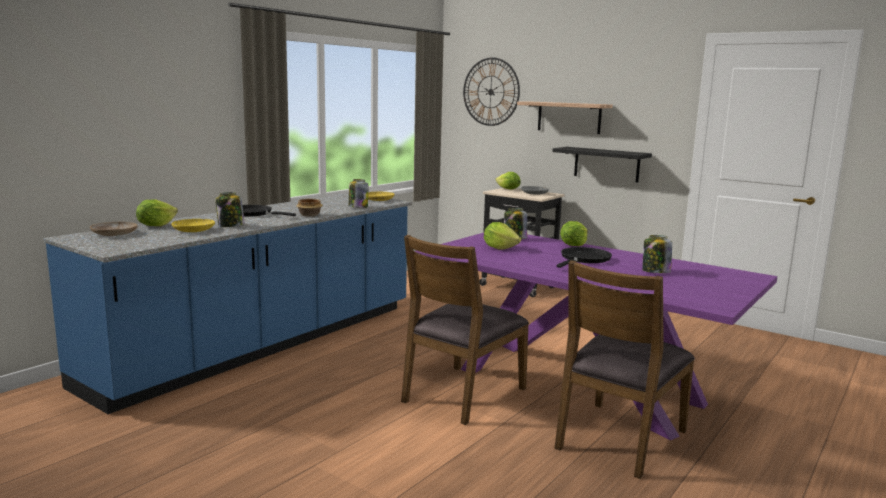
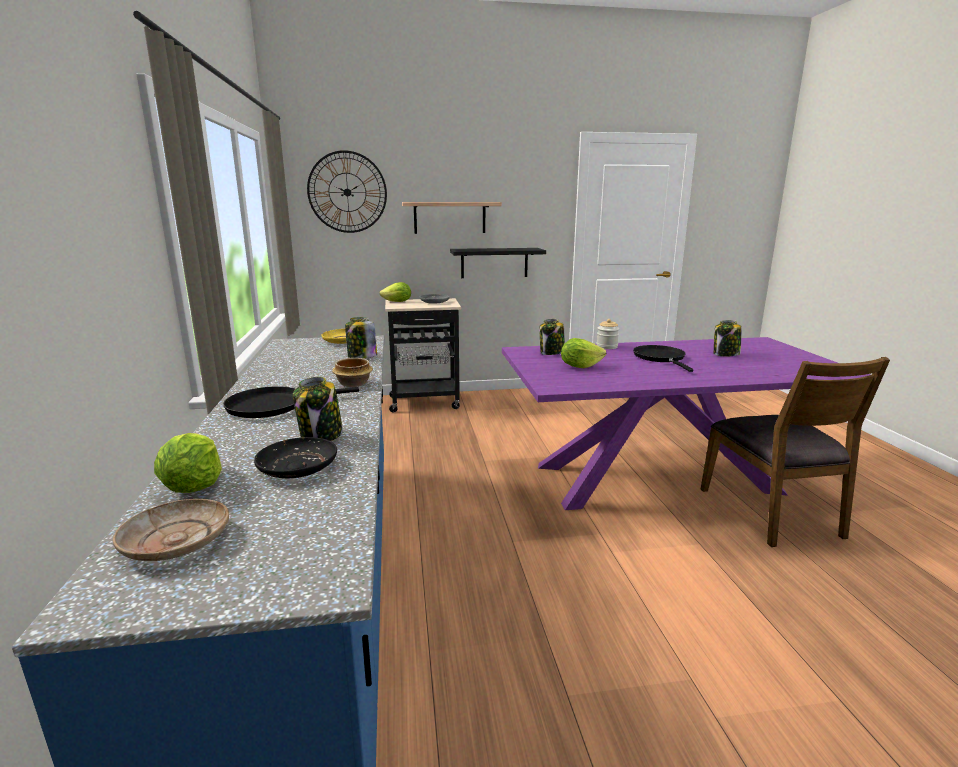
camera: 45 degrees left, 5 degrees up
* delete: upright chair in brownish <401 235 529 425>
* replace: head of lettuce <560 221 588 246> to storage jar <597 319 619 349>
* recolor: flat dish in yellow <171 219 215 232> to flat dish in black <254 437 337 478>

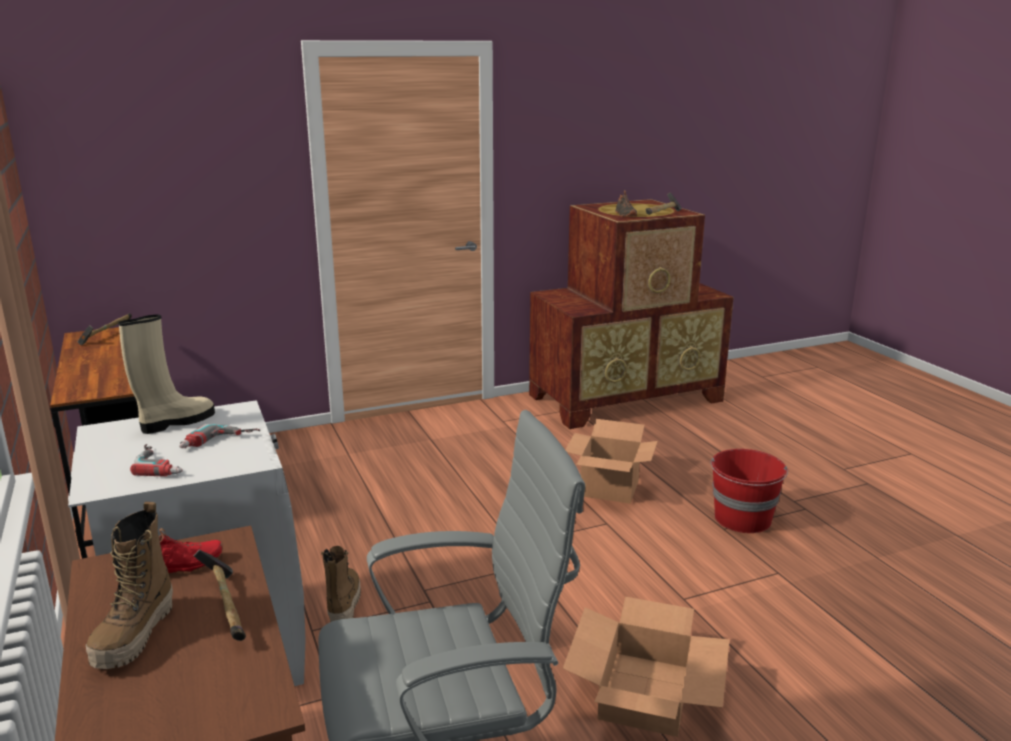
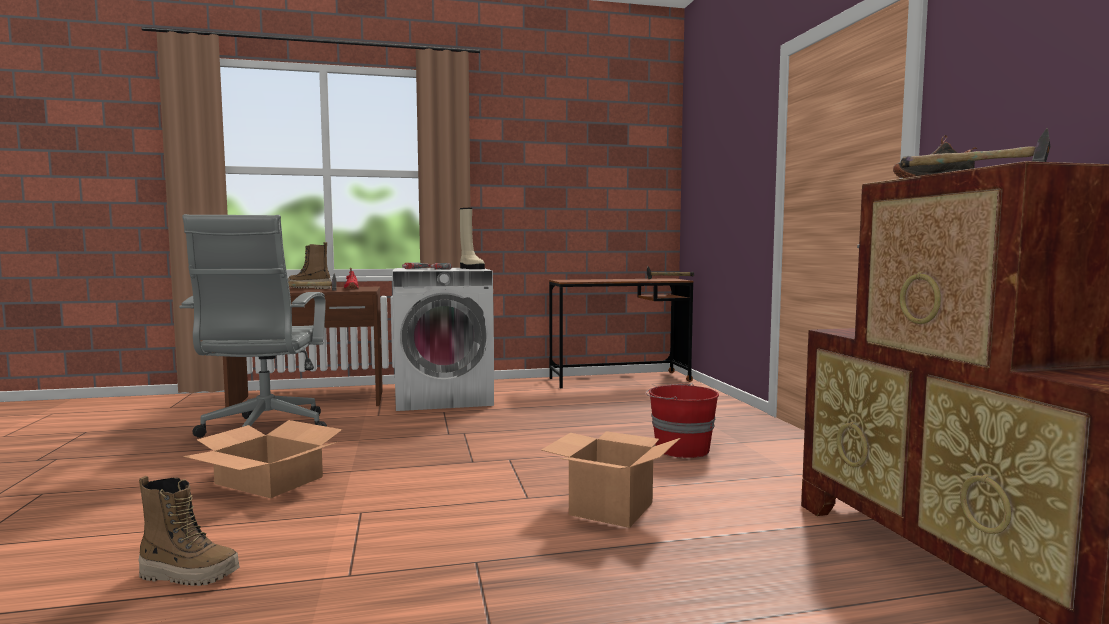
camera: 100 degrees right, 15 degrees down
* move: tall boot <321 546 361 622> to <138 476 240 586>
* move: pail in reddish <711 449 788 533> to <646 383 719 458>

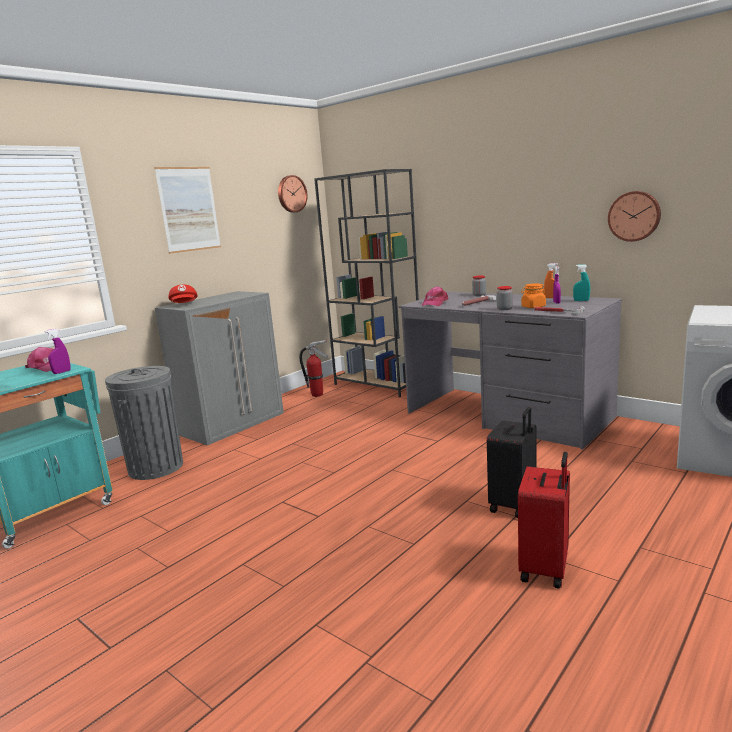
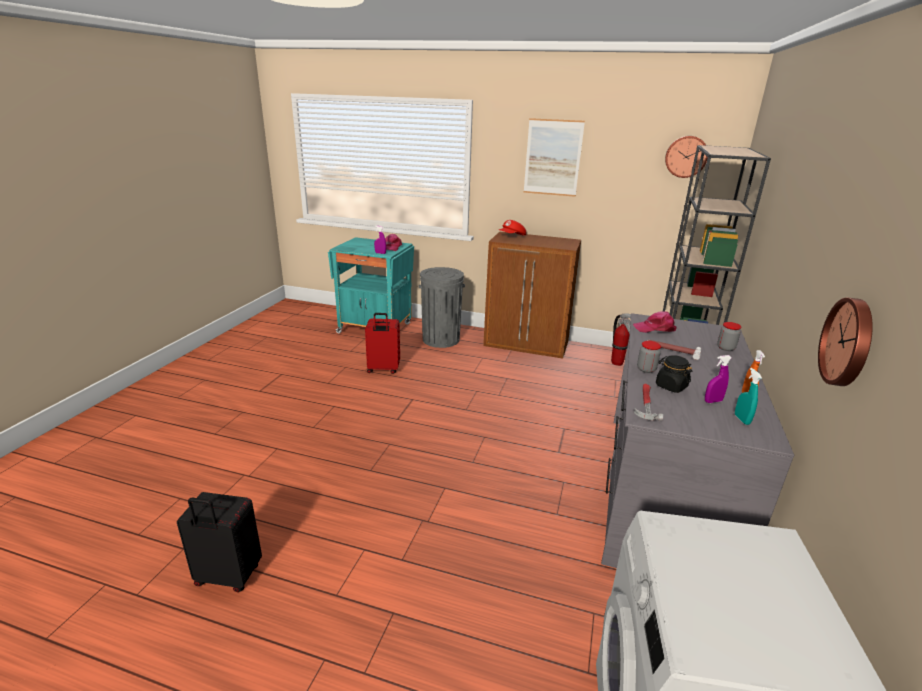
camera: 65 degrees right, 10 degrees up
* move: suitcase in black <487 407 536 518> to <177 492 262 592>
* move: suitcase in reddish <518 452 570 589> to <365 313 400 374>
* recolor: storage cabinet in greyish <155 291 284 445> to storage cabinet in brownish <483 232 581 359>
* recolor: storage jar in orange-coloured <521 284 546 308> to storage jar in black <656 355 692 393>

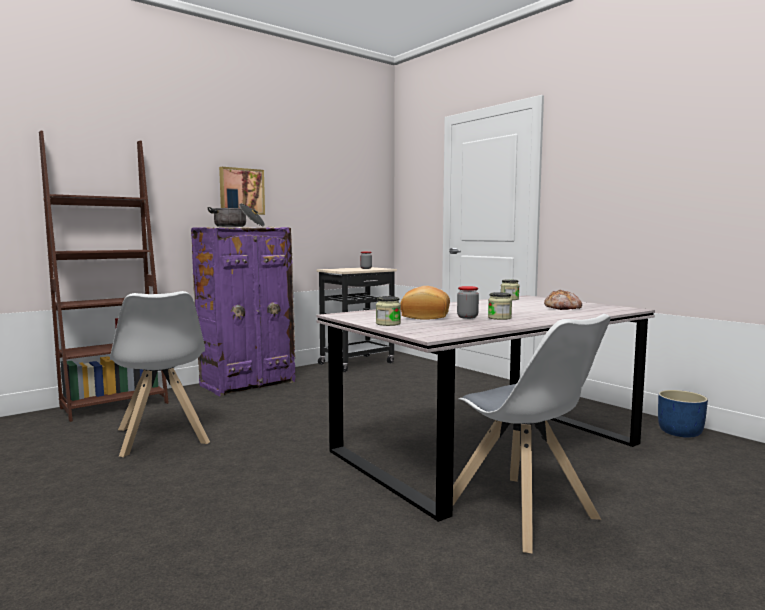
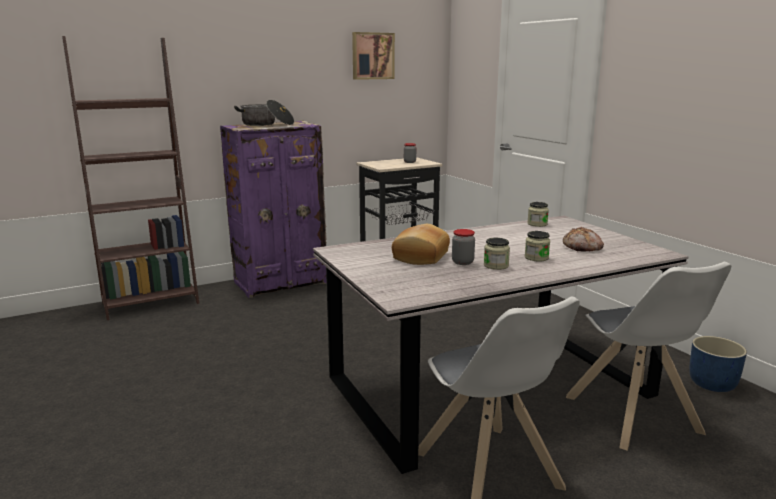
camera: 10 degrees right, 10 degrees up
* move: upright chair <110 291 210 457> to <566 262 731 450>
* move: picture <219 167 265 215> to <352 32 395 80>
* move: storage jar <376 296 401 326> to <525 231 550 261>

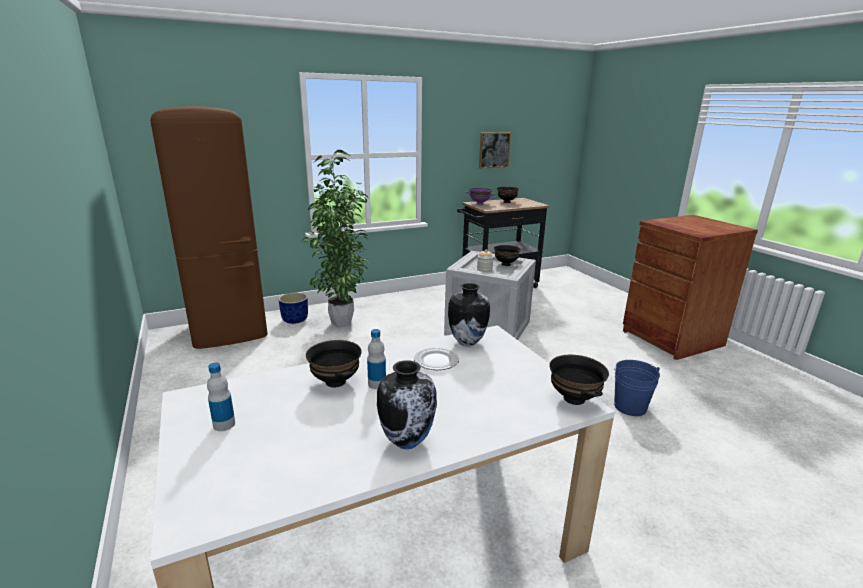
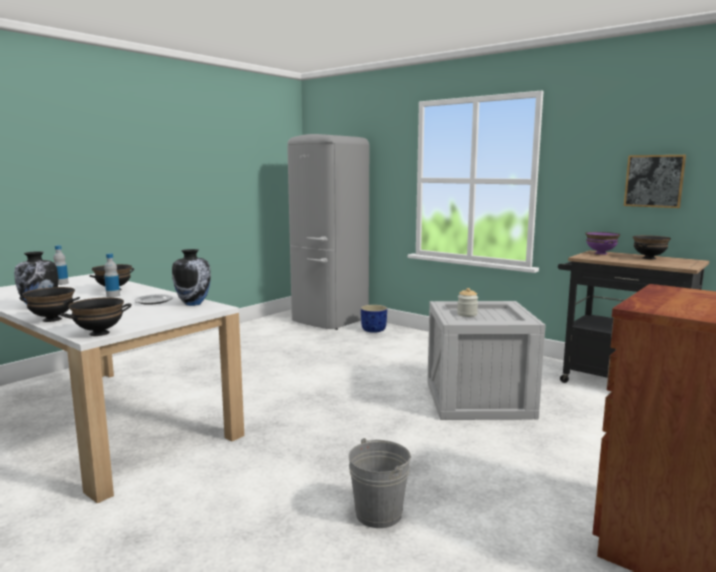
camera: 65 degrees right, 10 degrees down
* delete: plant in a pot <302 150 371 328>
* move: serving bowl in black <494 245 521 266> to <20 287 80 322>
* recolor: fridge in brownish <150 106 268 349> to fridge in greyish <287 134 369 330>
* recolor: pail in bluish <614 360 660 416> to pail in greyish <348 438 411 528>

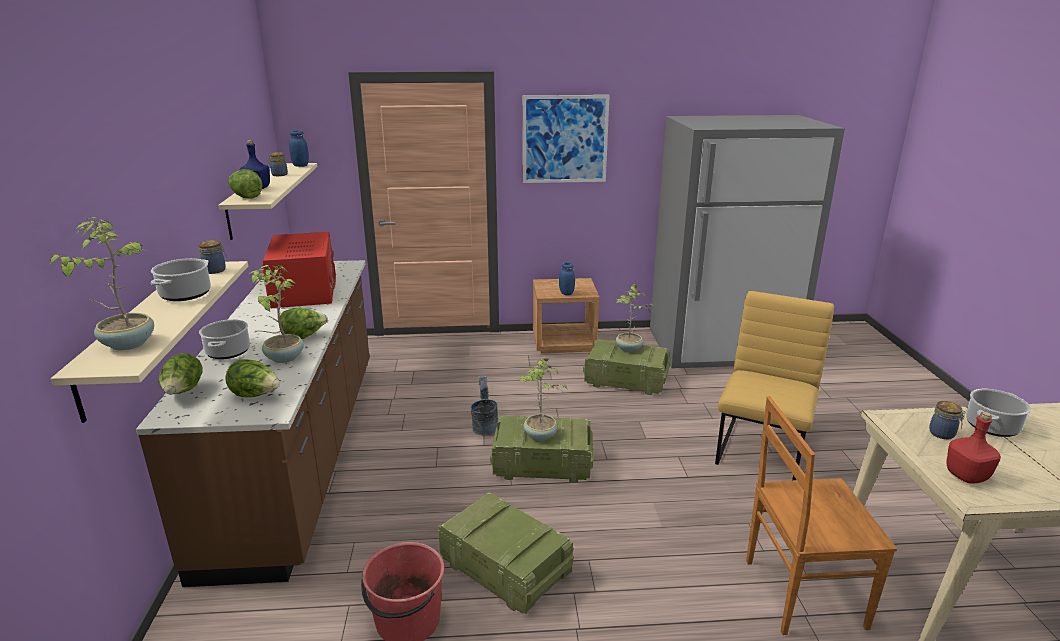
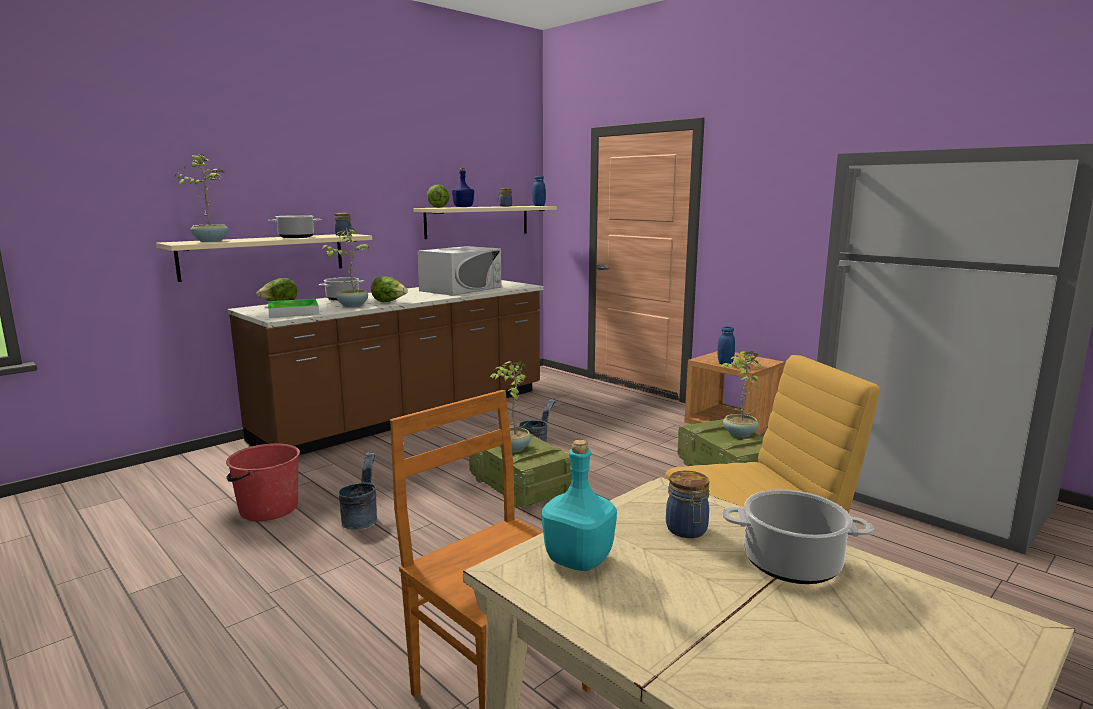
camera: 50 degrees right, 10 degrees down
* delete: picture <523 95 610 183>
* replace: head of lettuce <225 360 280 397> to carrying tray <268 299 319 318>
* replace: crate <438 492 573 614> to pail in greyish <338 452 377 530>
* recolor: microwave oven in reddish <262 232 336 308> to microwave oven in whitish <417 246 501 296>
* recolor: beverage bottle in reddish <946 412 1001 483> to beverage bottle in turquoise <542 440 617 571>

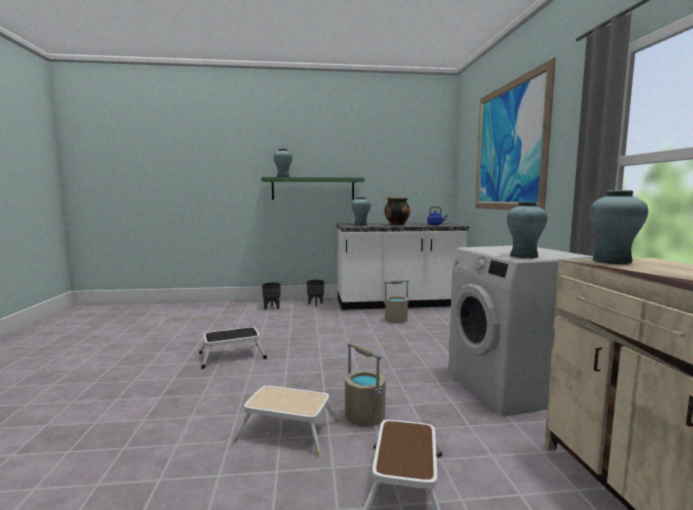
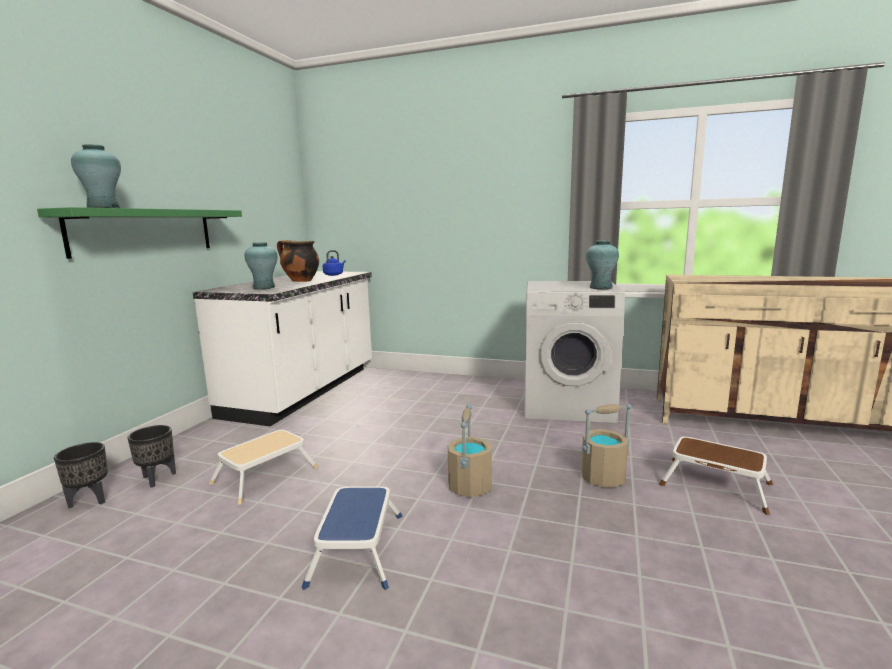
camera: 65 degrees left, 5 degrees up
* delete: picture <475 57 556 210>
* delete: flower vase in turquoise <589 190 648 264>
* move: step stool in sand-coloured <232 386 340 458> to <209 430 319 505>
* move: plant pot in black <307 280 324 307> to <54 442 108 509>
* move: pail in sand-coloured <384 279 409 323> to <448 404 491 497>
* recolor: step stool in black <199 327 267 369> to step stool in bluish <302 486 402 590>

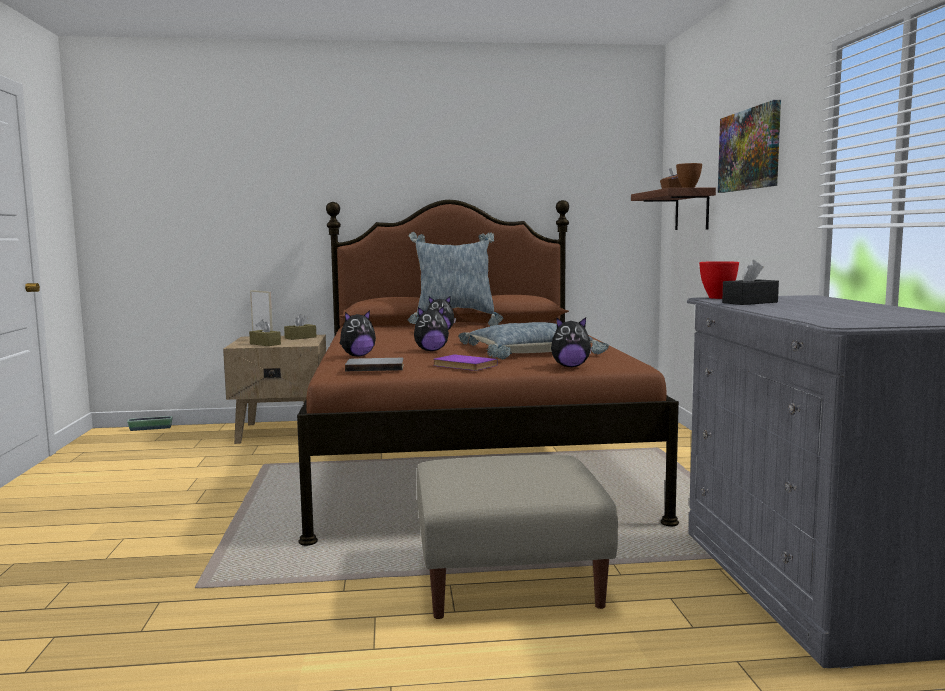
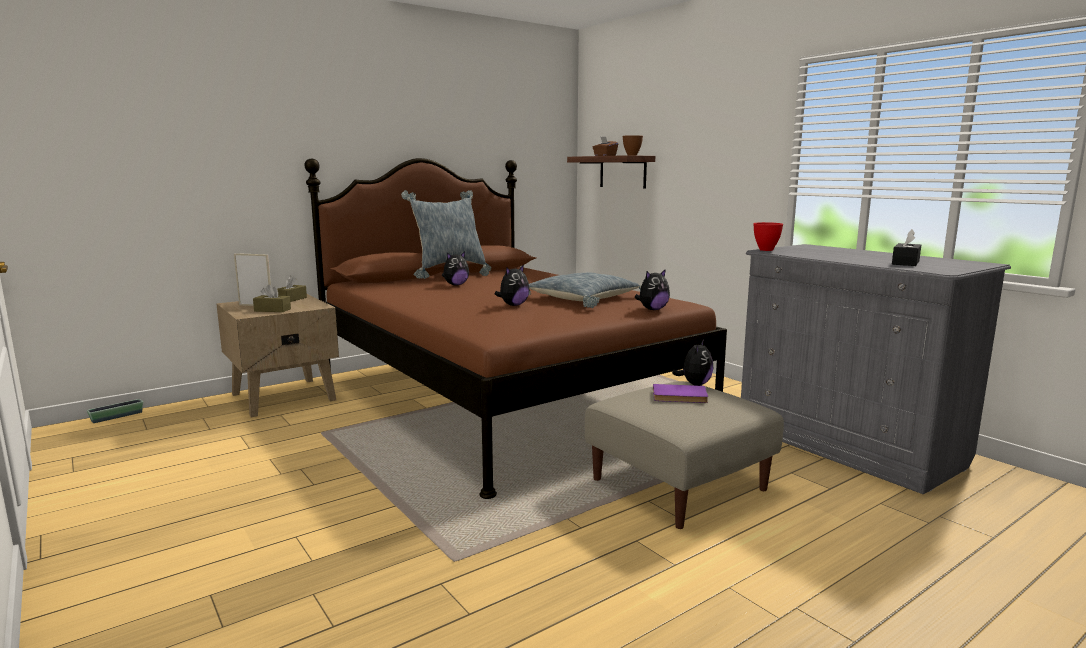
camera: 30 degrees left, 5 degrees up
* delete: bound book in greyish <345 358 404 371>
* delete: picture <718 100 781 193>
* move: soft toy <340 310 376 357> to <672 340 713 386>
* move: bound book in purplish <433 354 498 371> to <653 384 708 403>
* move: tissue holder in black <722 260 779 305> to <892 229 921 266>

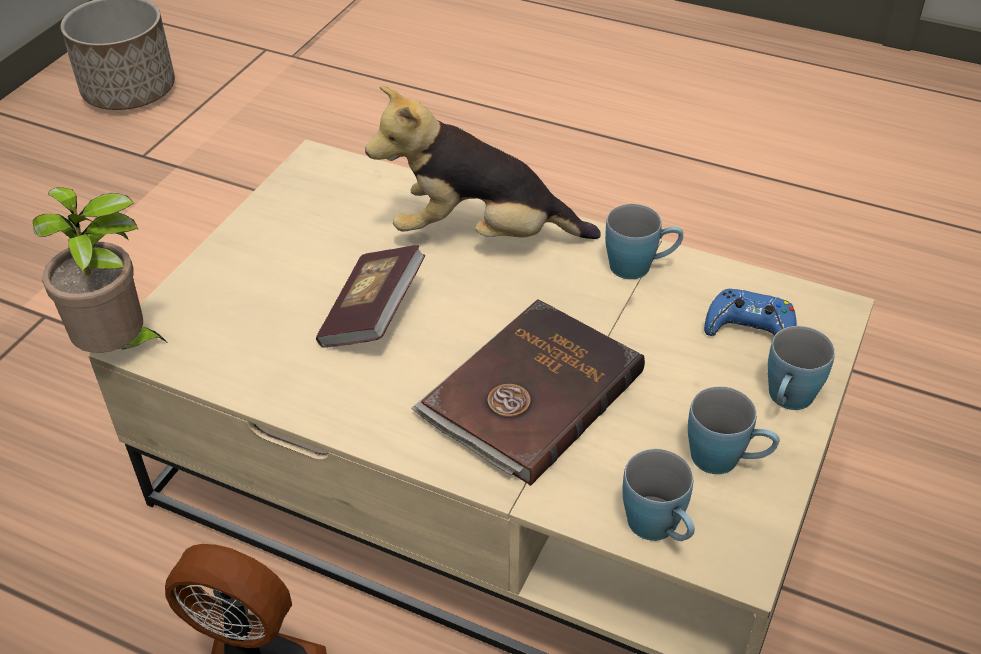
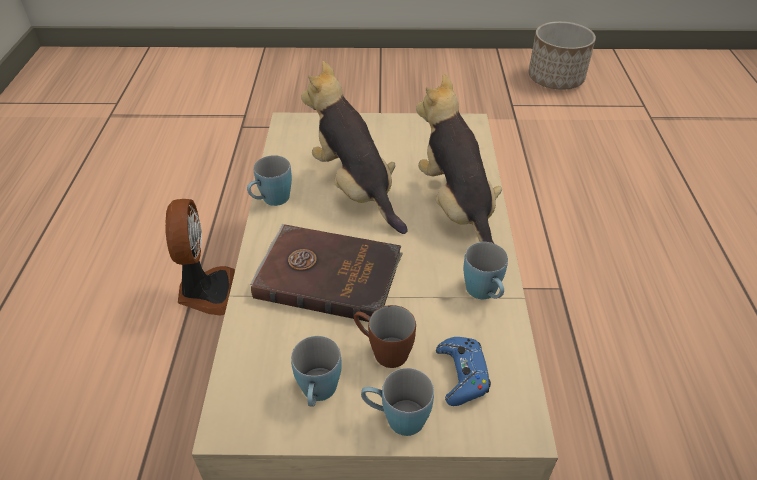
camera: 65 degrees right, 0 degrees up
* delete: plant in a pot <33 187 169 353>
* insert: tea mug in brownish <354 305 416 368>
* move: tea mug in bluish <622 449 695 541> to <247 155 292 206>
* replace: bound book <316 245 425 348> to soft toy <301 61 408 234>

